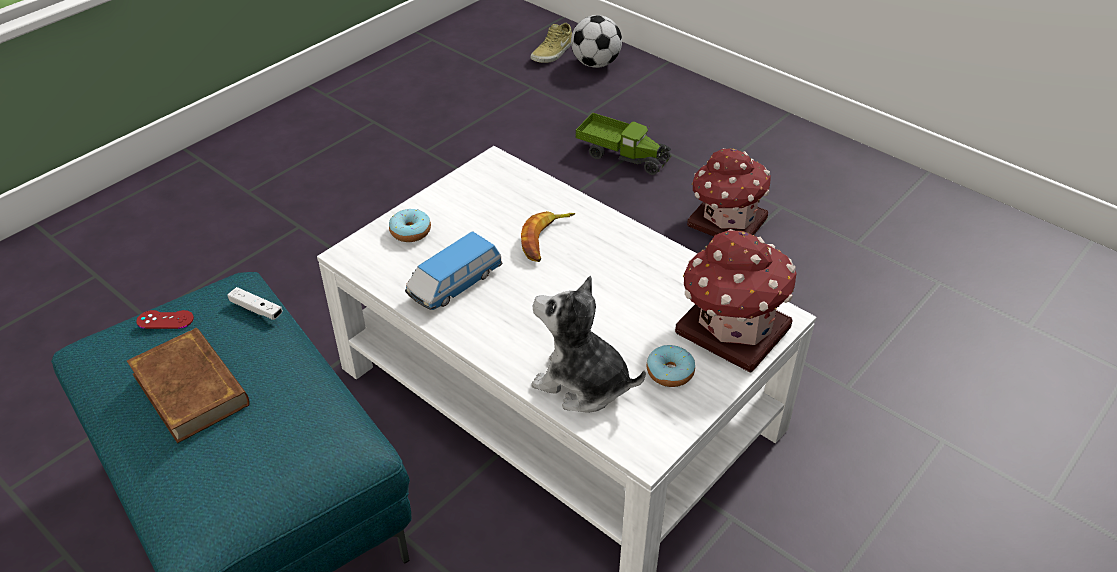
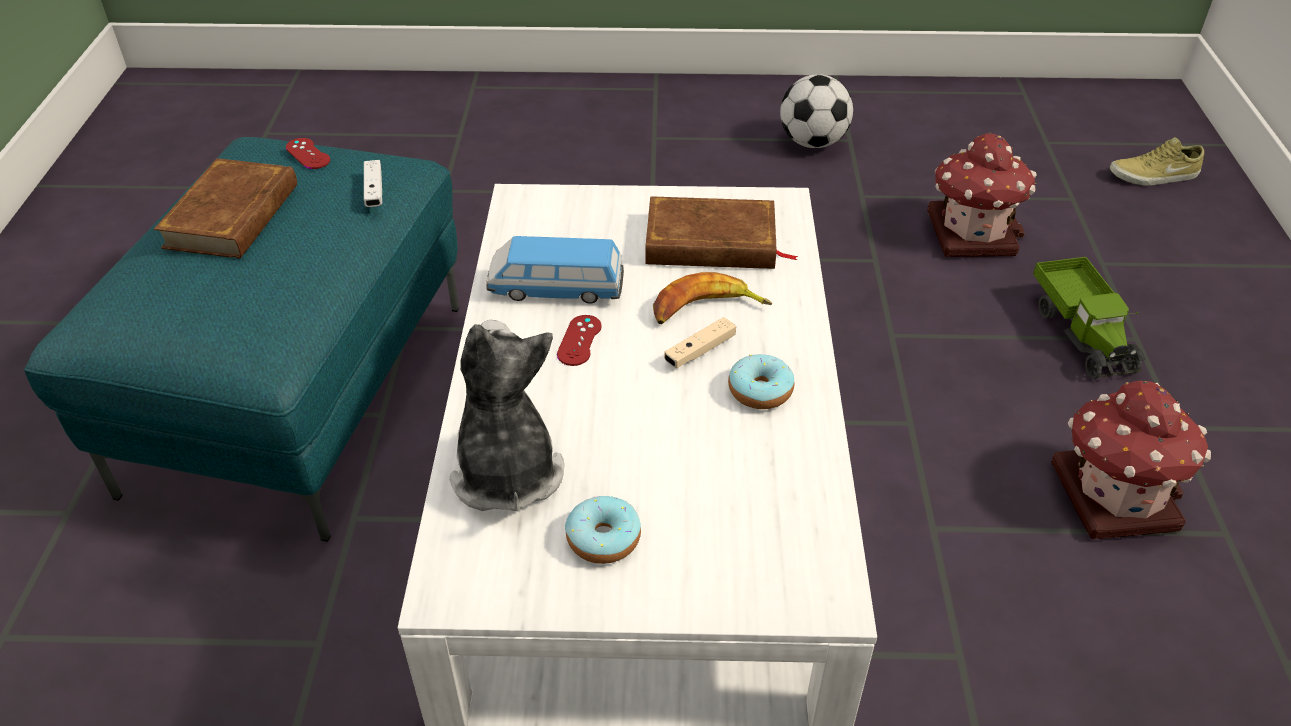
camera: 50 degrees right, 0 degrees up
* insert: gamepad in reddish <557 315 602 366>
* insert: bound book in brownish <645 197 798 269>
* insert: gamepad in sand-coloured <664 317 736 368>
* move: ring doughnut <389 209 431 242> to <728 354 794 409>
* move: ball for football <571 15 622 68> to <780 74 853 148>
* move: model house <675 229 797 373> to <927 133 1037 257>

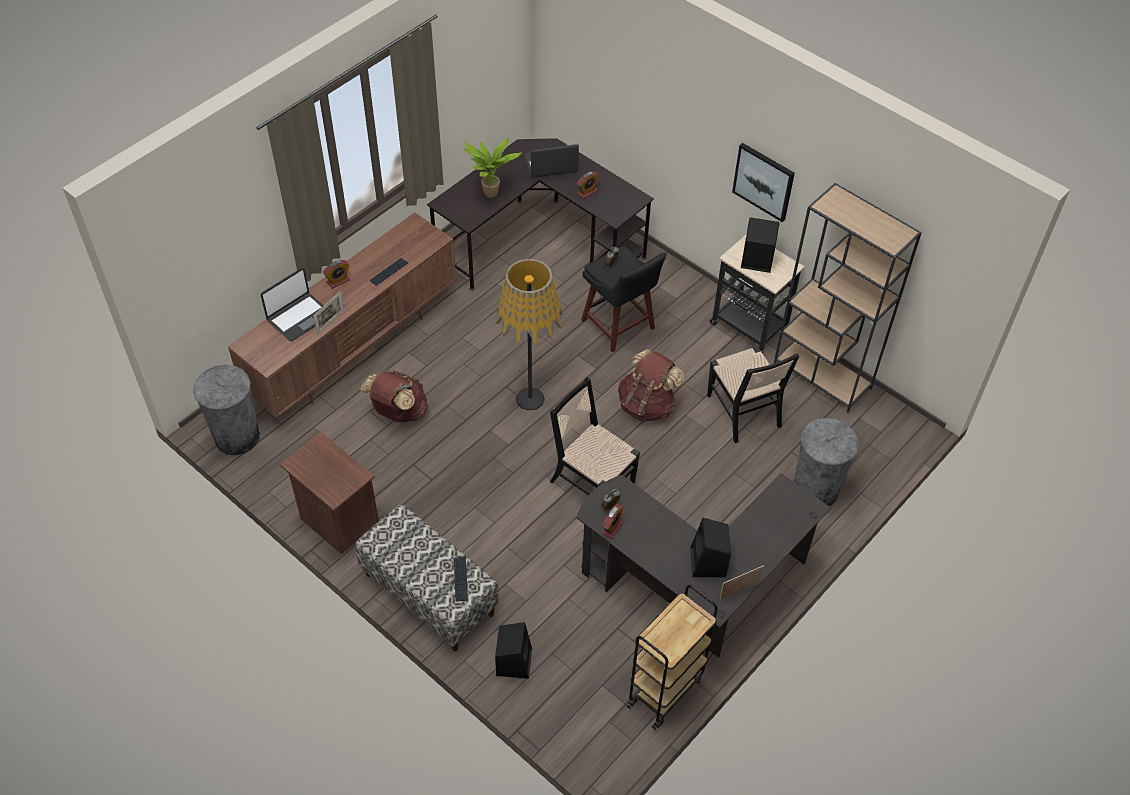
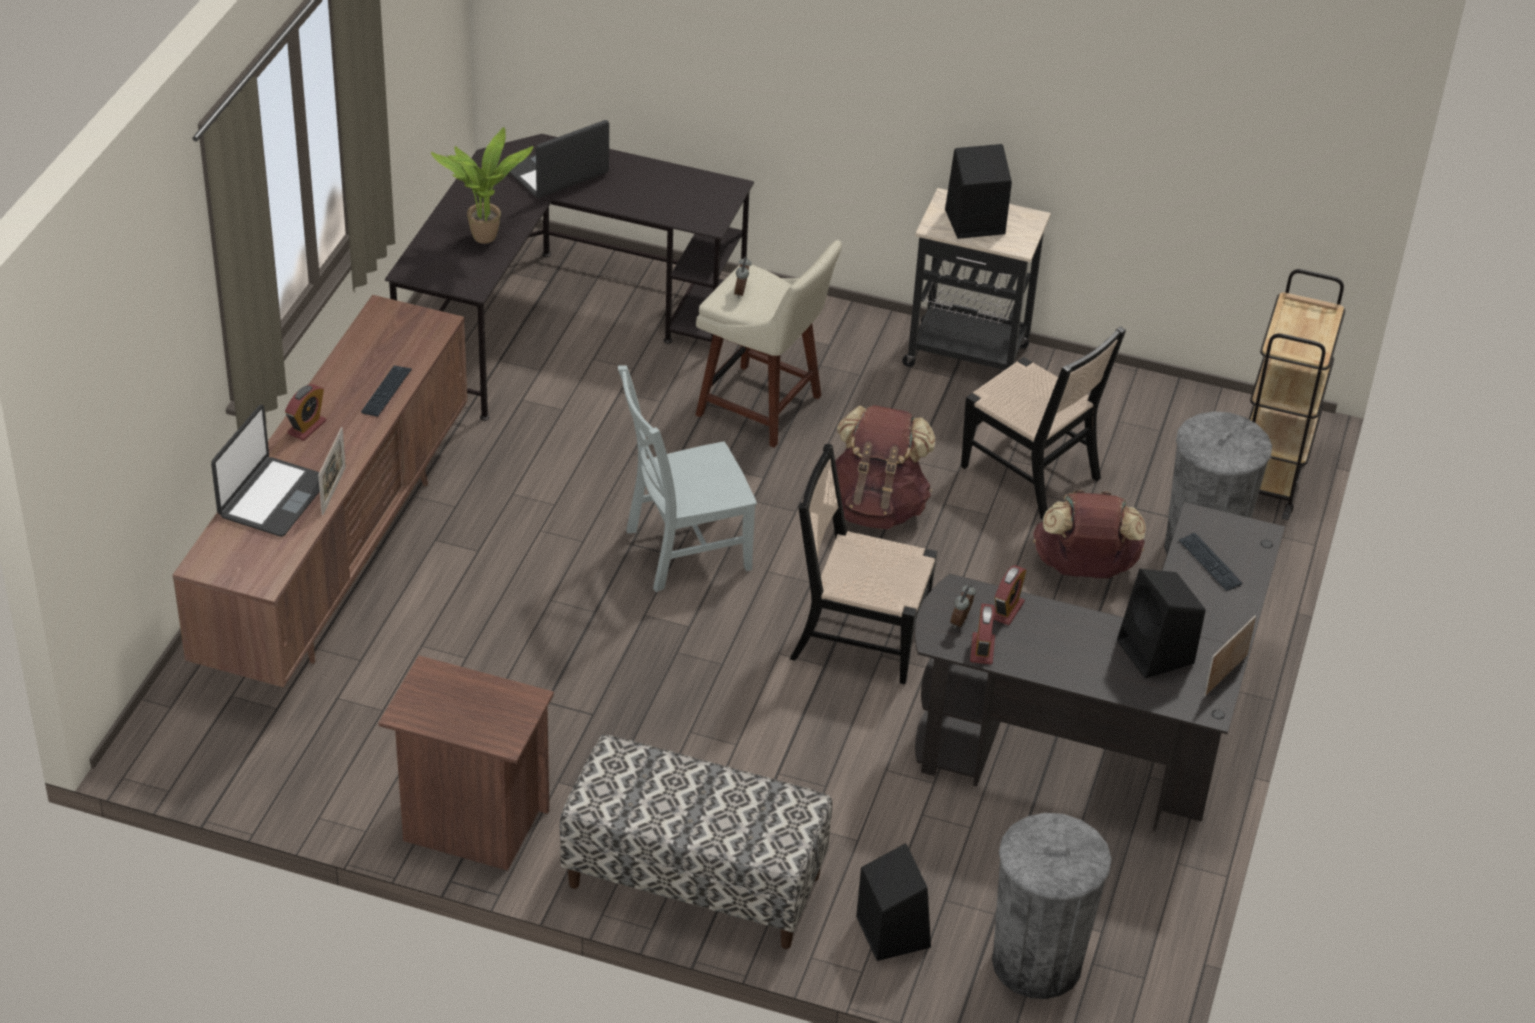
camera: 25 degrees left, 10 degrees down
* delete: picture <732 143 795 222>
* delete: bookcase <773 183 922 413>
* move: trash can in greyish <193 365 260 455> to <992 813 1112 999>
* move: rucksack in brownish <361 370 428 422> to <1033 490 1146 578>
* move: PC keyboard <454 557 468 601> to <1179 533 1243 591>
* move: alarm clock <577 171 600 199> to <993 565 1026 625>
* move: wheeled cart in brownish <626 585 718 730> to <1249 269 1345 520>
* replace: floor lamp <496 259 563 411> to upright chair in greyish <618 365 757 592>
* recolor: stool in black <581 246 666 352> to stool in sand-coloured <696 240 842 448>

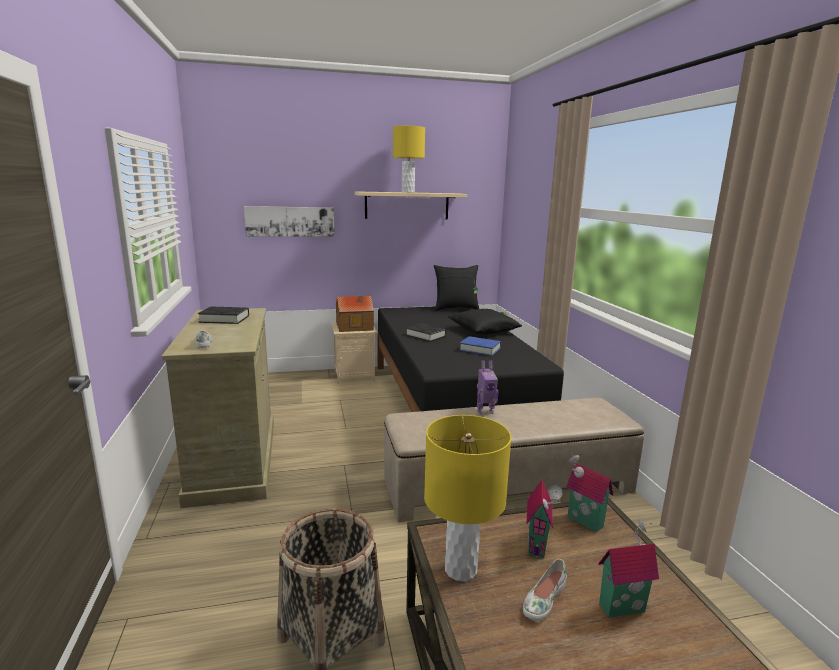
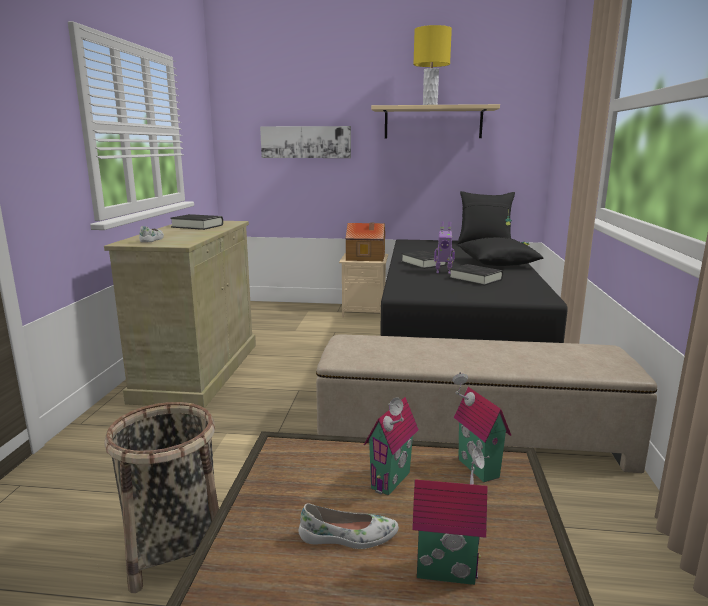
camera: 20 degrees right, 0 degrees up
* delete: tabletop lamp in yellow <424 415 512 581>
* move: model robot <477 360 498 414> to <434 221 455 274>
* recolor: bound book in bluish <459 336 501 356> to bound book in black <449 264 503 286>
* rotate: item of footwear in whitish <523 559 567 622> = <299 503 399 549> 150 degrees counterclockwise

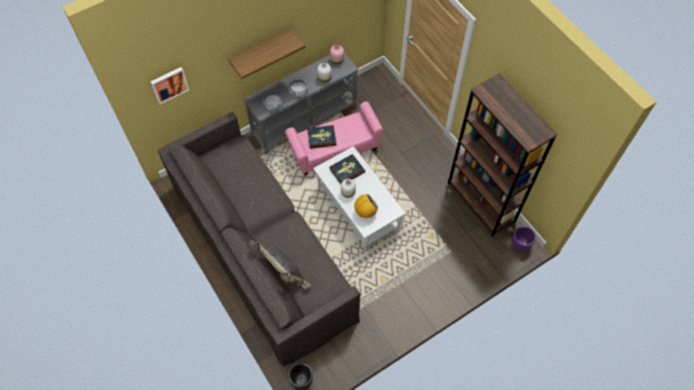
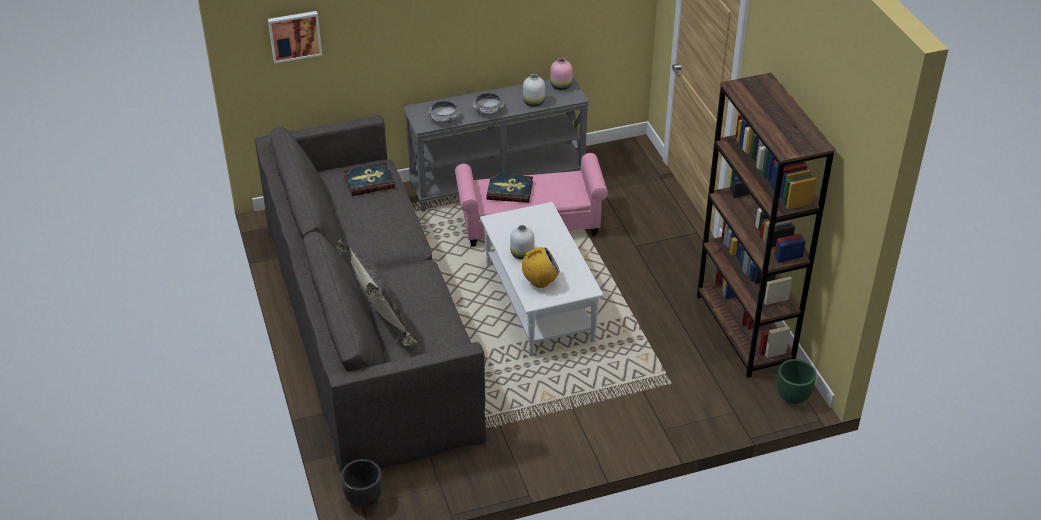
camera: 15 degrees right, 20 degrees down
* delete: shelf <228 29 306 79>
* move: bound book <330 154 365 184> to <344 162 395 196>
* recolor: plant pot in purplish <512 226 536 251> to plant pot in green-coloured <777 359 816 404>

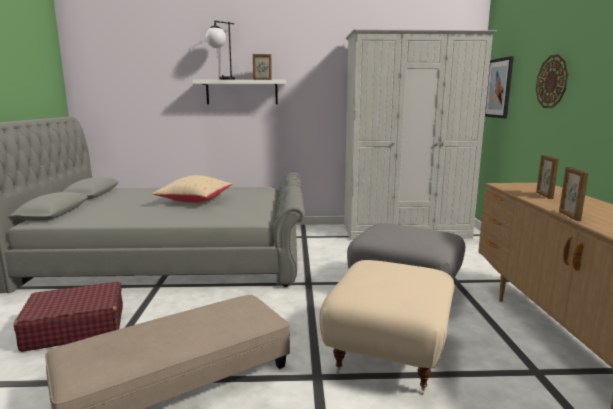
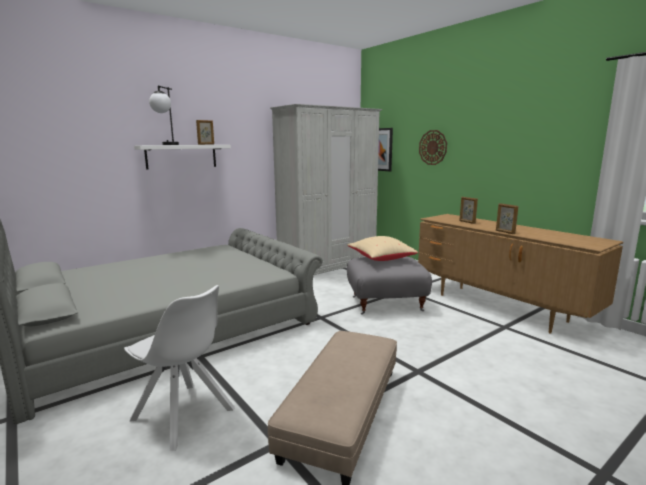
camera: 35 degrees left, 0 degrees up
* delete: footrest in sand-coloured <319 260 454 395>
* move: pillow in sand-coloured <153 175 232 203> to <347 236 418 261>
* replace: suitcase in reddish <14 282 123 352> to upright chair in whitish <124 285 235 451>

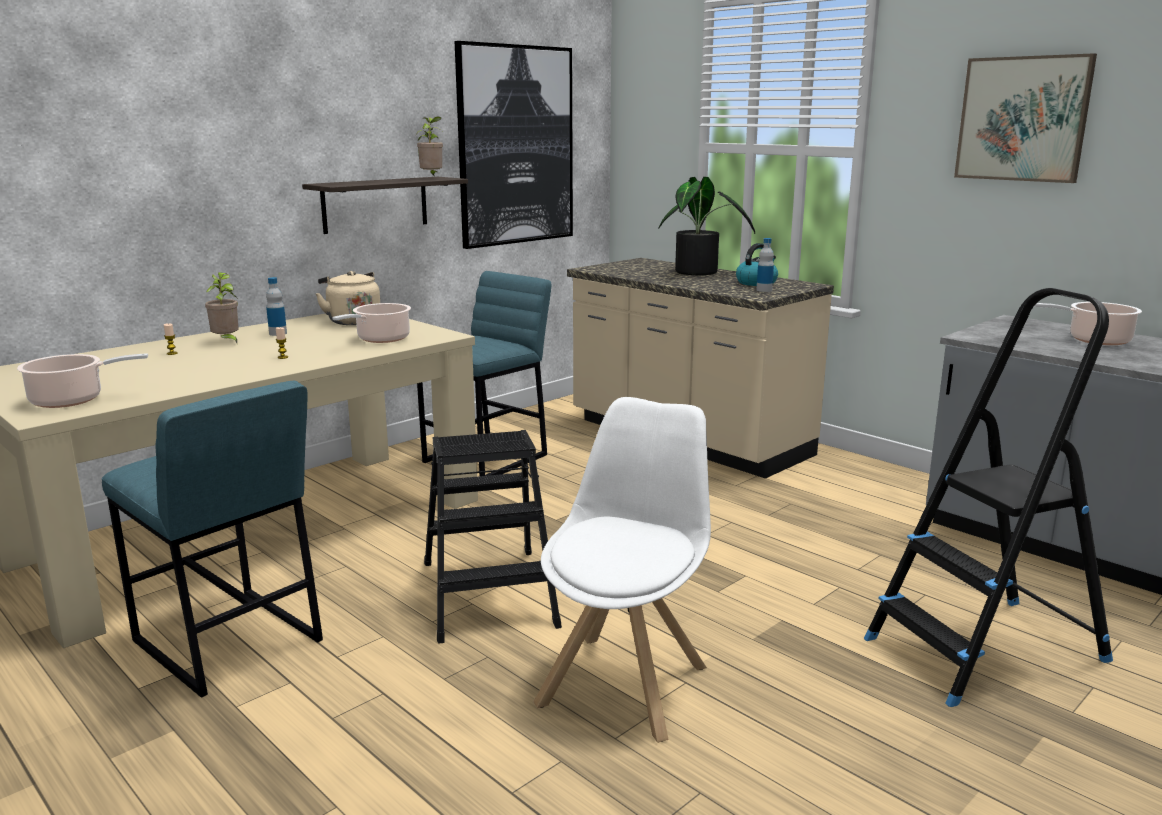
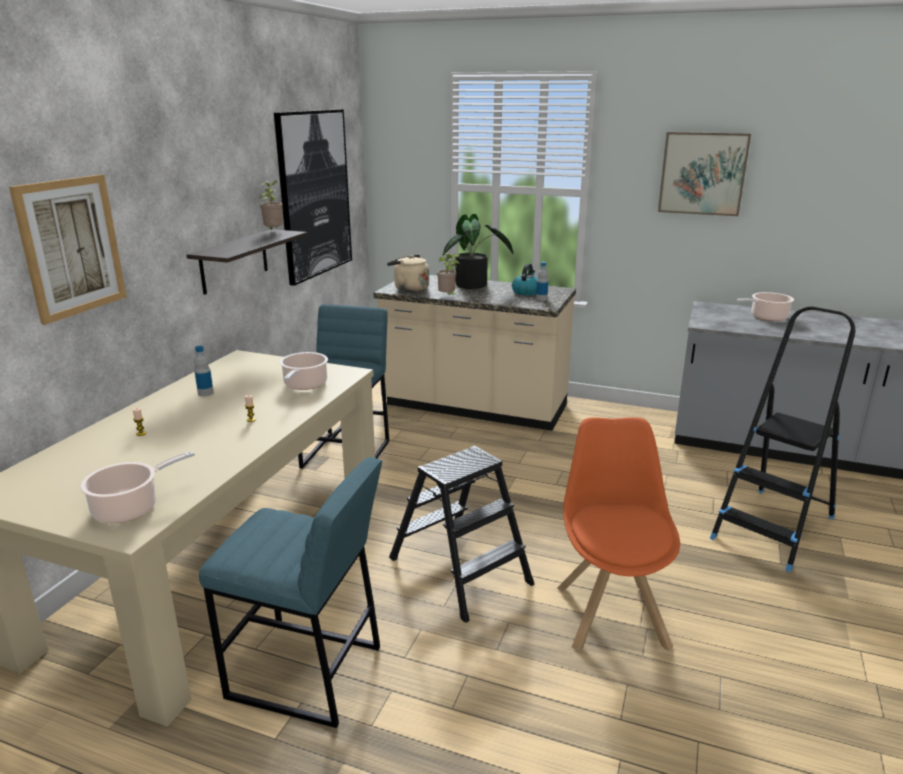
camera: 25 degrees left, 5 degrees up
* insert: picture <9 174 127 325>
* move: plant in a pot <205 272 239 343> to <437 253 460 296>
* move: water kettle in sand-coloured <316 271 380 325> to <387 255 429 292>
* recolor: upright chair in whitish <534 397 711 743> to upright chair in orange-coloured <557 417 680 652>

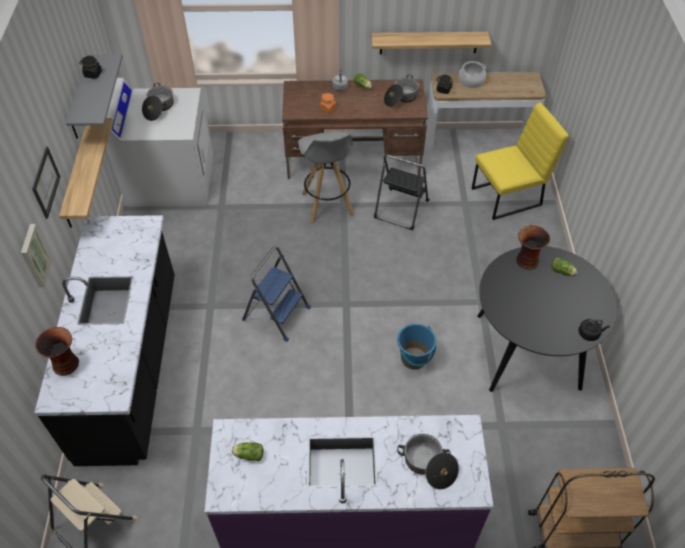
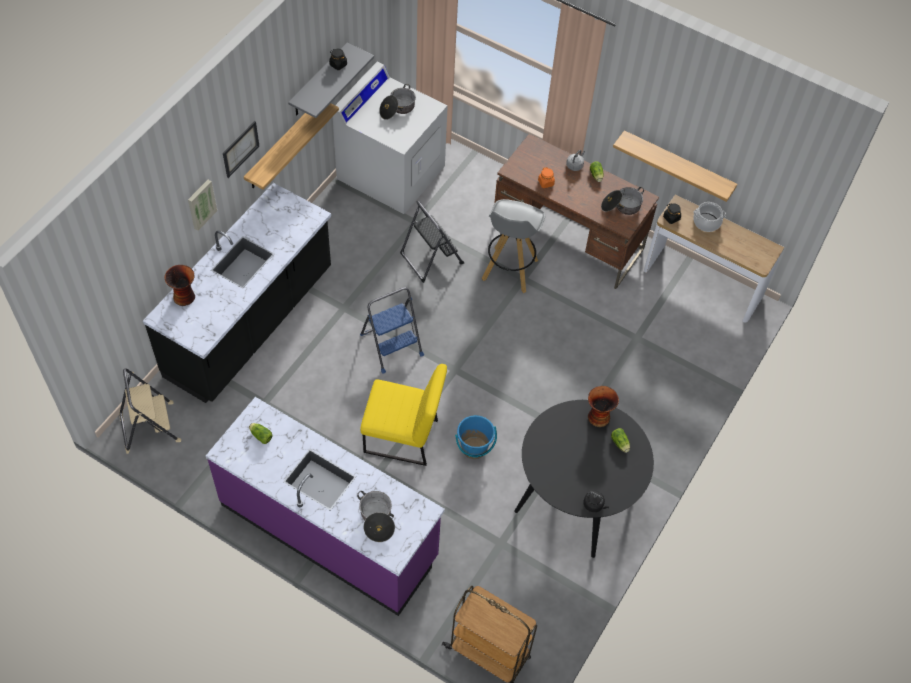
camera: 30 degrees right, 5 degrees up
* move: step stool in black <374 154 430 230> to <400 200 464 283>
* move: upright chair in yellow <472 103 569 220> to <360 364 447 466>

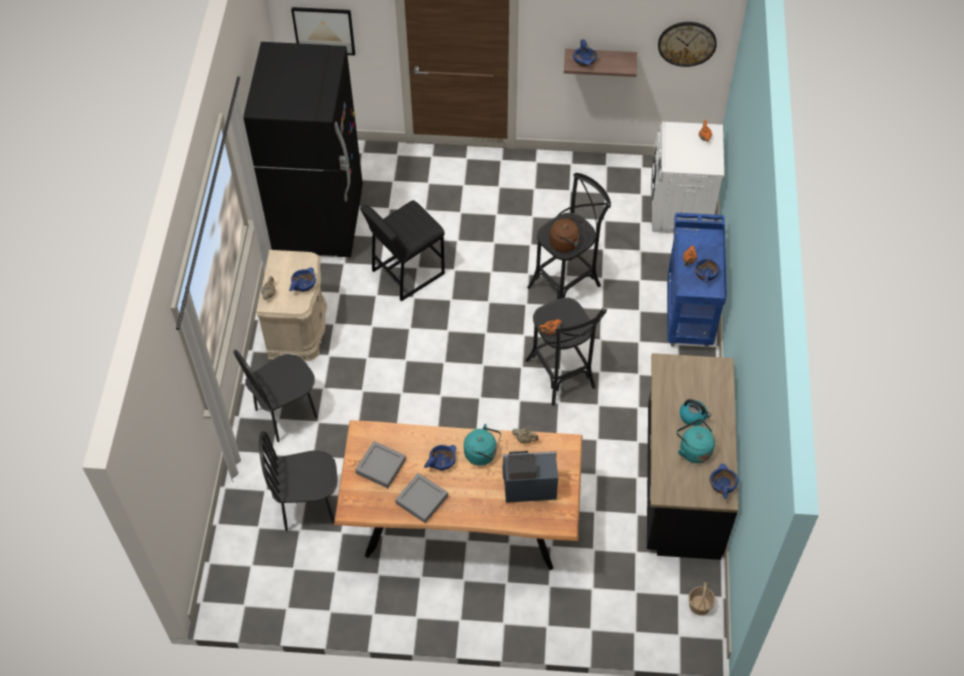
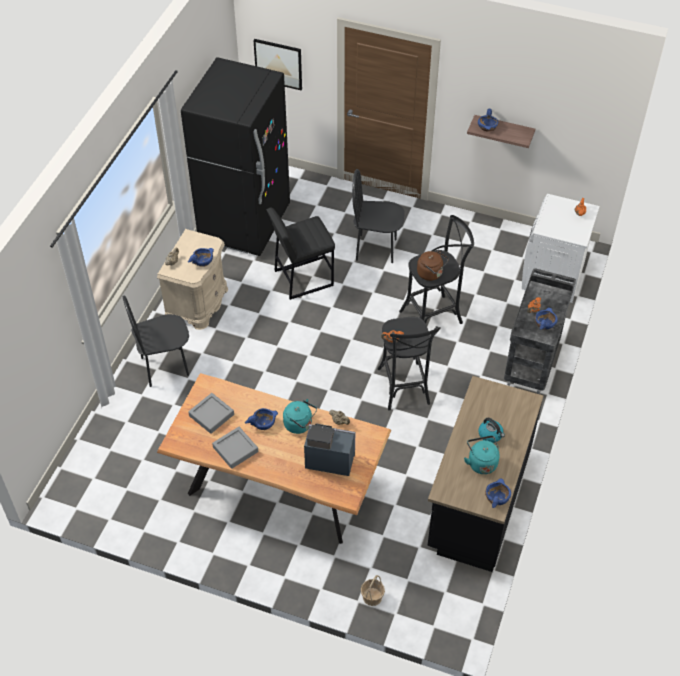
camera: 15 degrees right, 5 degrees down
* delete: wall clock <658 22 717 67>
* move: upright chair in black <259 431 337 531> to <352 169 405 263>
* move: storage basket <689 582 715 616> to <361 575 385 606>
* recolor: wheeled cart in bluish <667 213 727 349> to wheeled cart in black <504 268 576 394>

